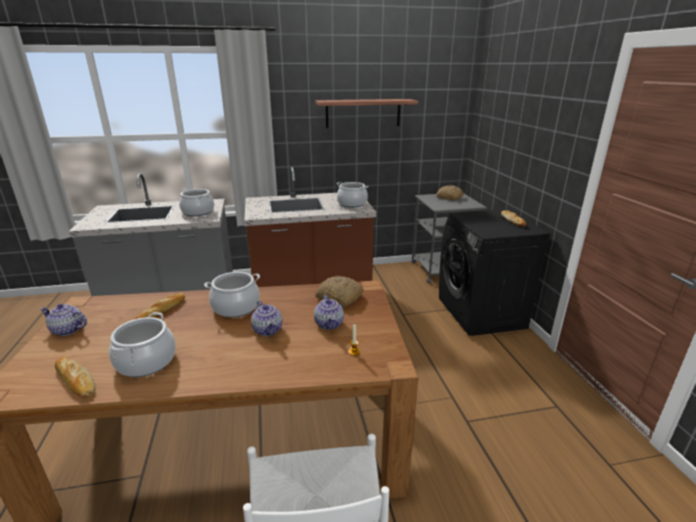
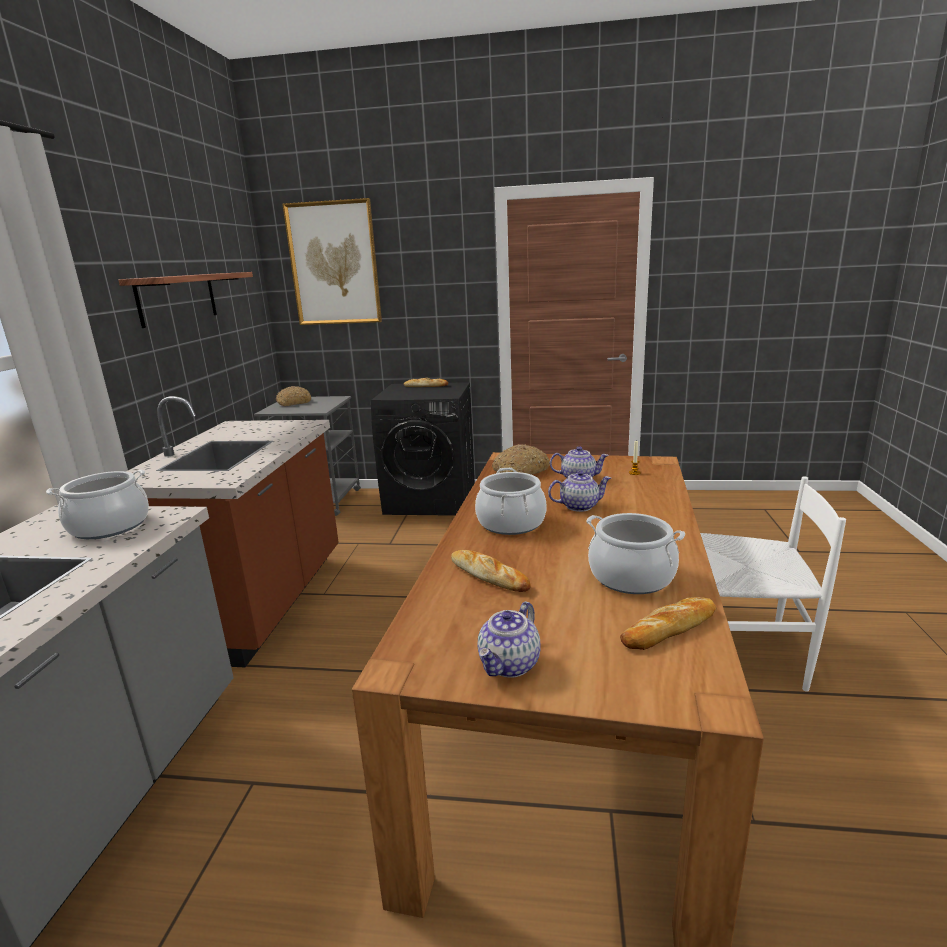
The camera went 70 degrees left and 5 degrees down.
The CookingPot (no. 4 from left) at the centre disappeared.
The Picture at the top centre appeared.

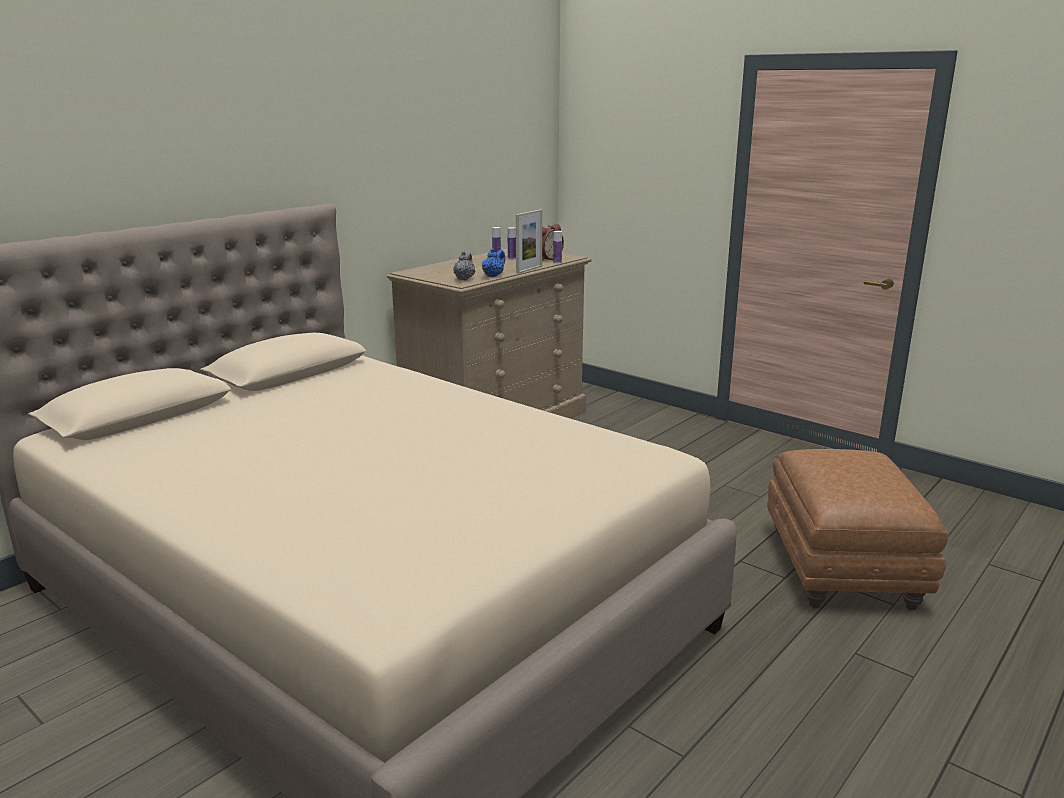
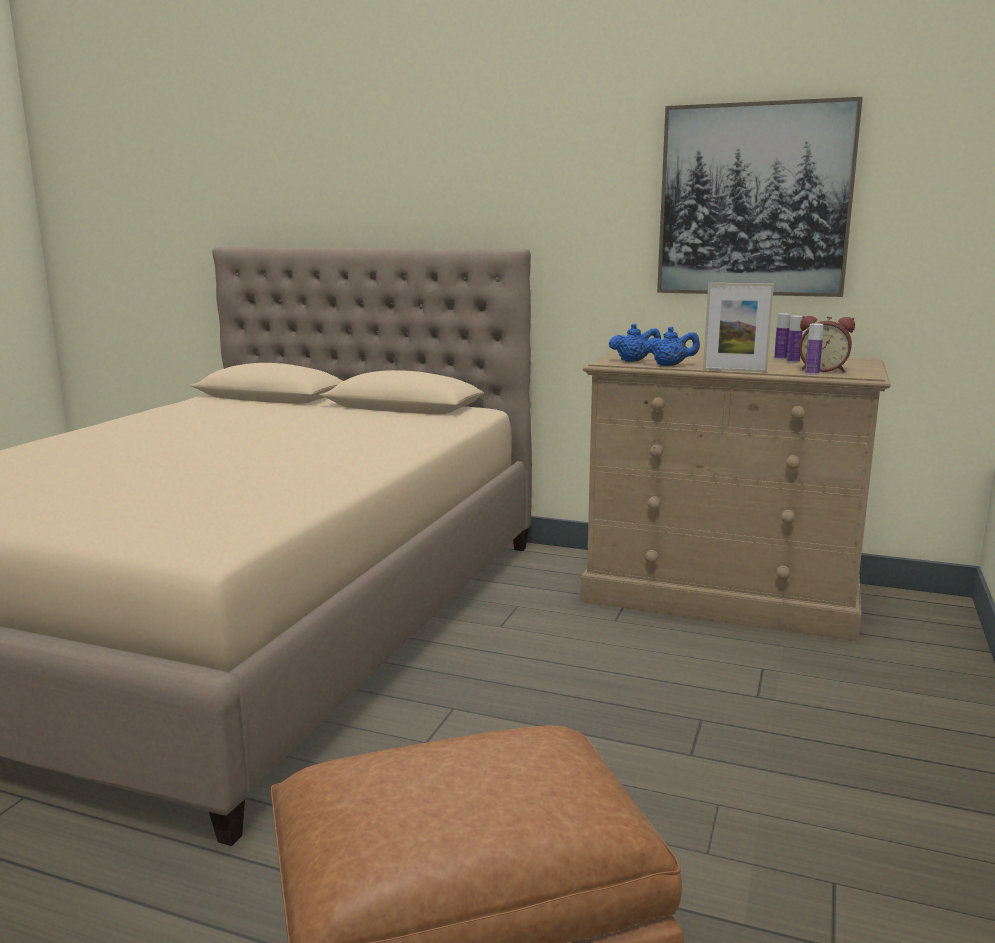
The camera went 70 degrees right and 5 degrees down.
The GrayPotForTea at the top centre became the BluishPotForTea (no. 1 from left) at the centre.
The Picture at the top right appeared.

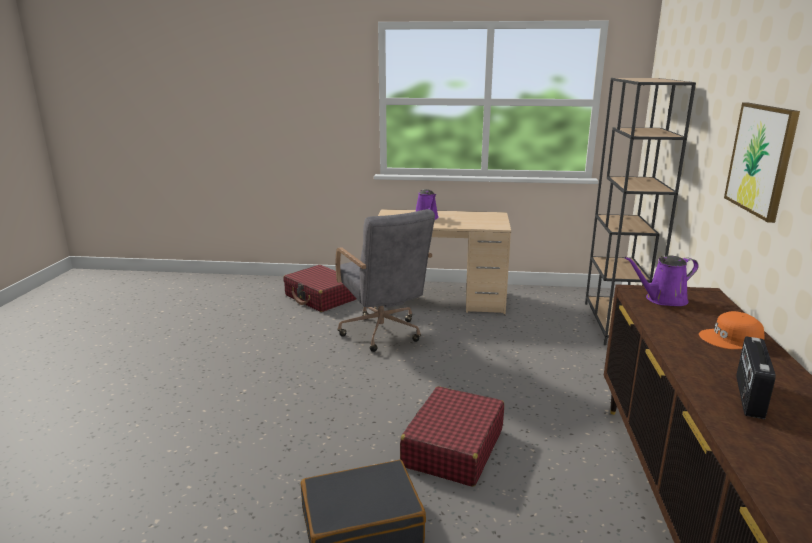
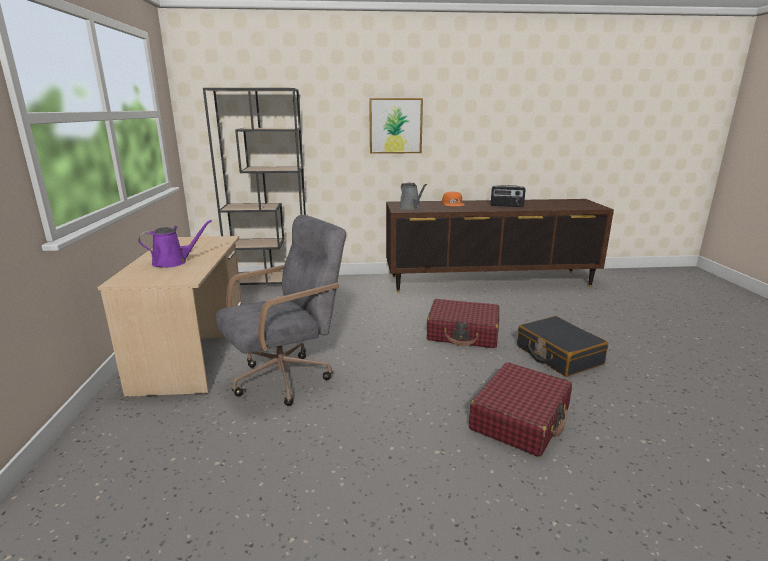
The camera went 100 degrees left and 0 degrees up.
The PurpleWateringCan (no. 2 from left) at the middle right became the GrayWateringCan at the centre.
The RedColouredTravelCase (no. 1 from left in the first image) moved from the centre to the bottom right.

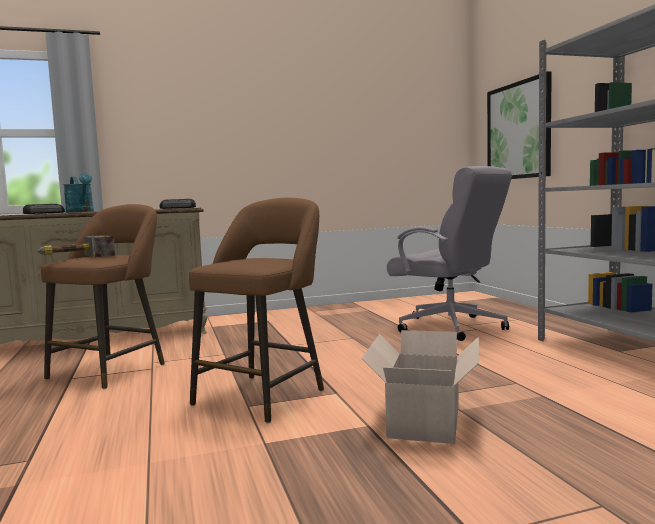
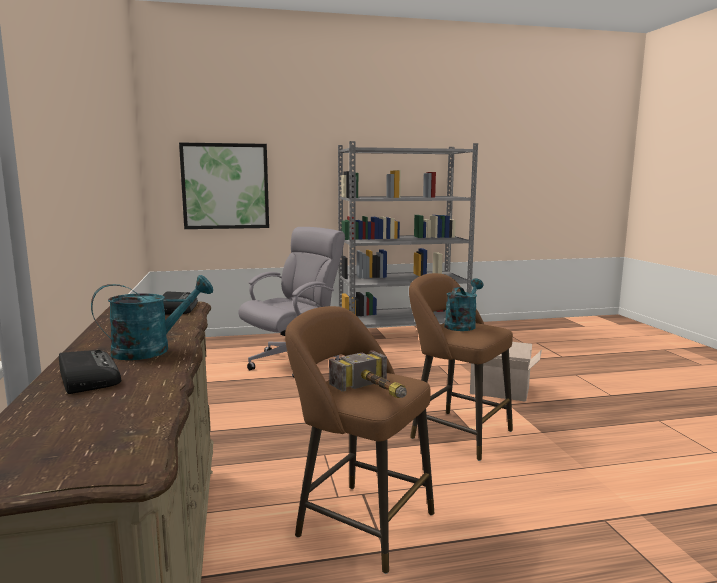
The camera went 85 degrees left and 5 degrees up.
The TurquoiseWateringCan (no. 2 from left) at the centre appeared.

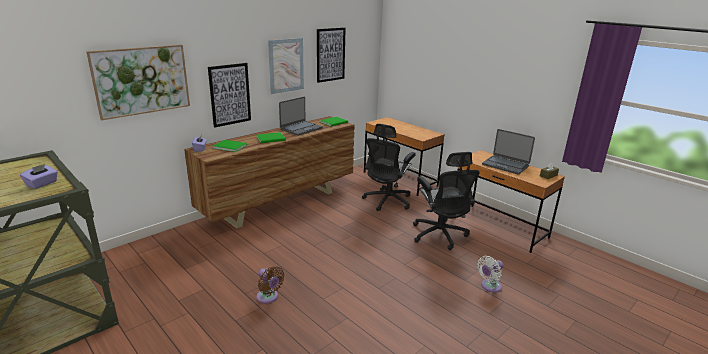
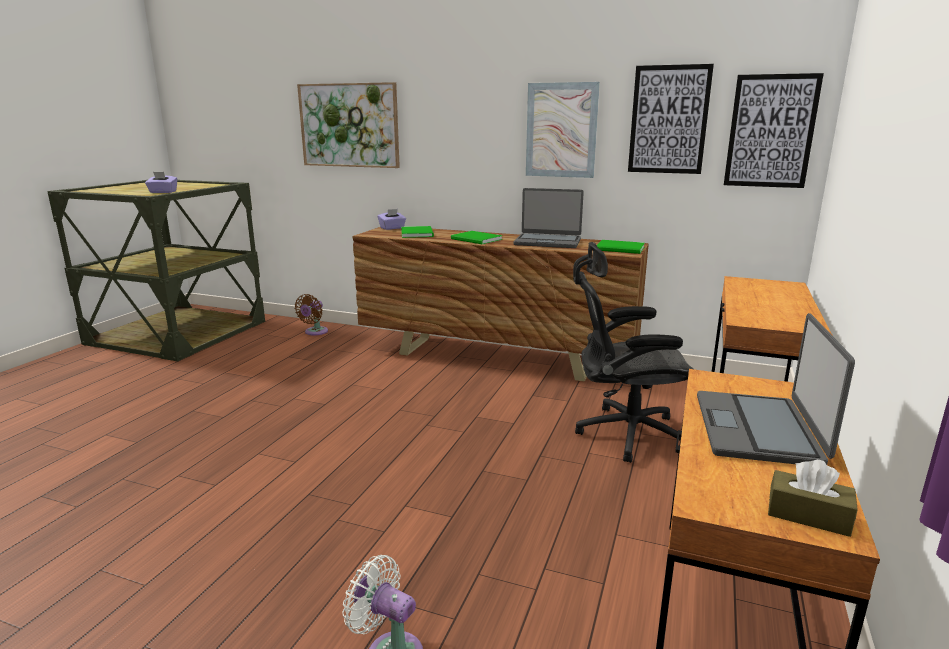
The camera went 65 degrees right and 5 degrees down.
The Picture (no. 2 from left in the first image) moved from the top left to the top right.
The DeskChair (no. 2 from left) at the centre disappeared.
The BrownishElectricFan moved from the bottom centre to the middle left.

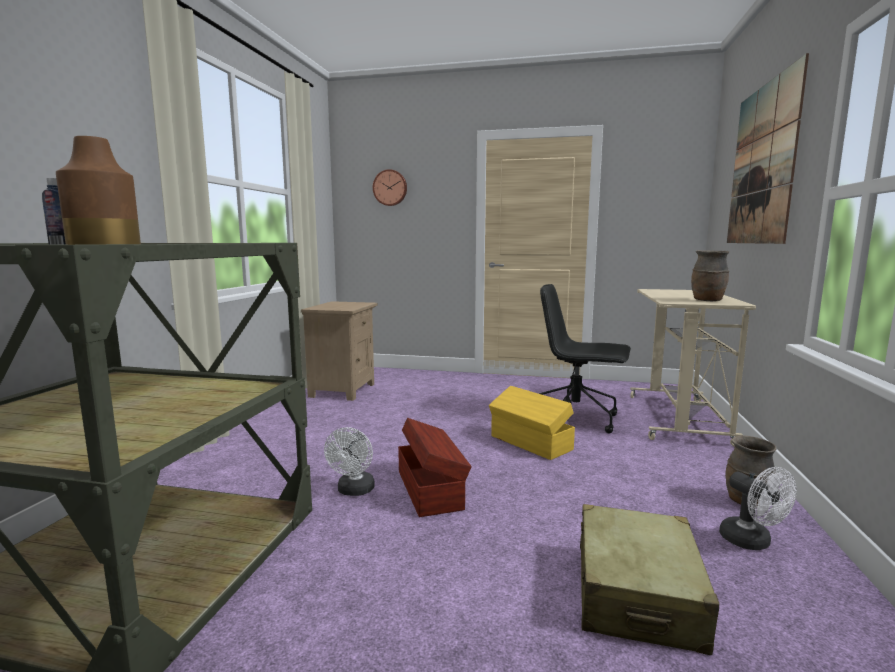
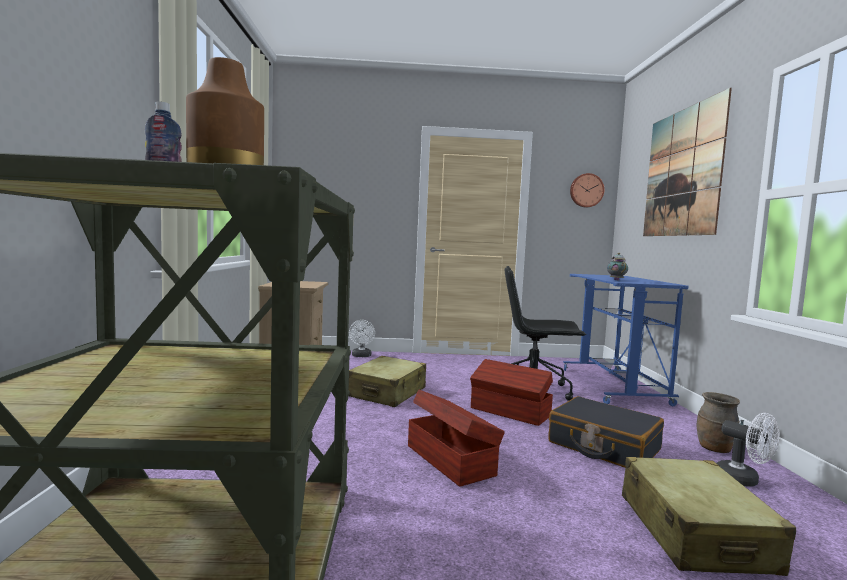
The camera went 15 degrees left and 5 degrees down.
The WallClock moved from the top centre to the top right.
The BrownishVase (no. 2 from left) at the middle right disappeared.
The BeigeDeskUnit at the middle right became the BluishDeskUnit at the middle right.
The YellowColouredStorageBin at the centre became the BrownishStorageBin (no. 2 from left) at the bottom centre.
The WhitishElectricFan (no. 1 from left) moved from the bottom centre to the centre.
The PotForTea at the middle right appeared.
The BeigeTravelCase (no. 1 from left) at the centre appeared.
The BlackTravelCase at the bottom right appeared.

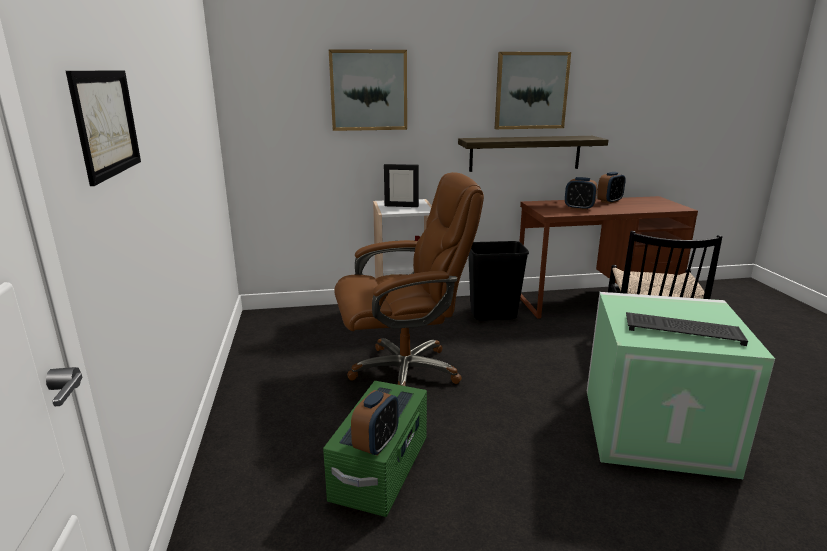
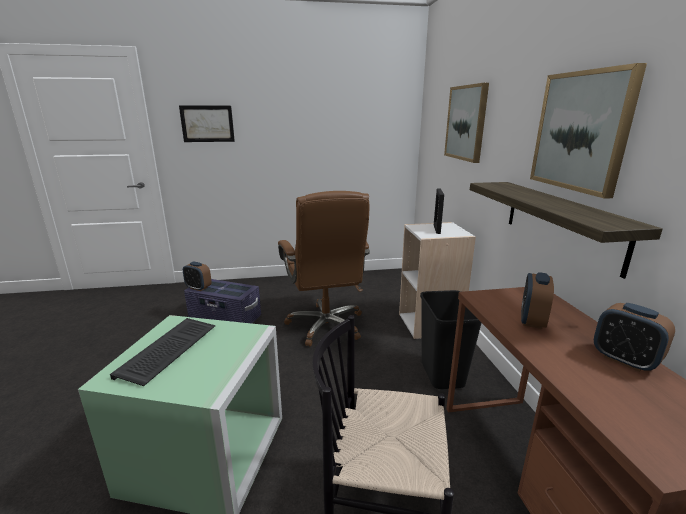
The camera went 90 degrees right and 0 degrees up.
The GreenishStorageBin (no. 1 from left) at the bottom centre became the PurpleStorageBin at the middle left.

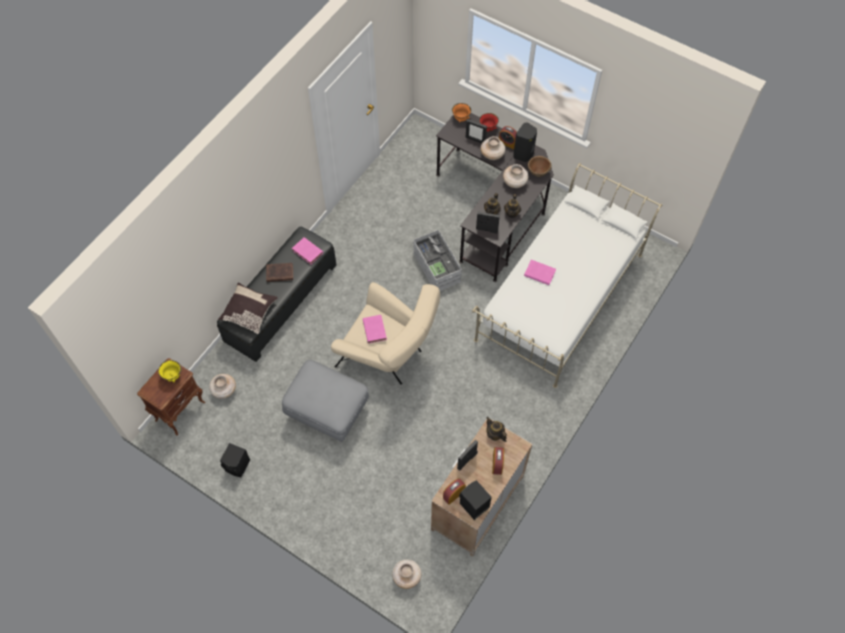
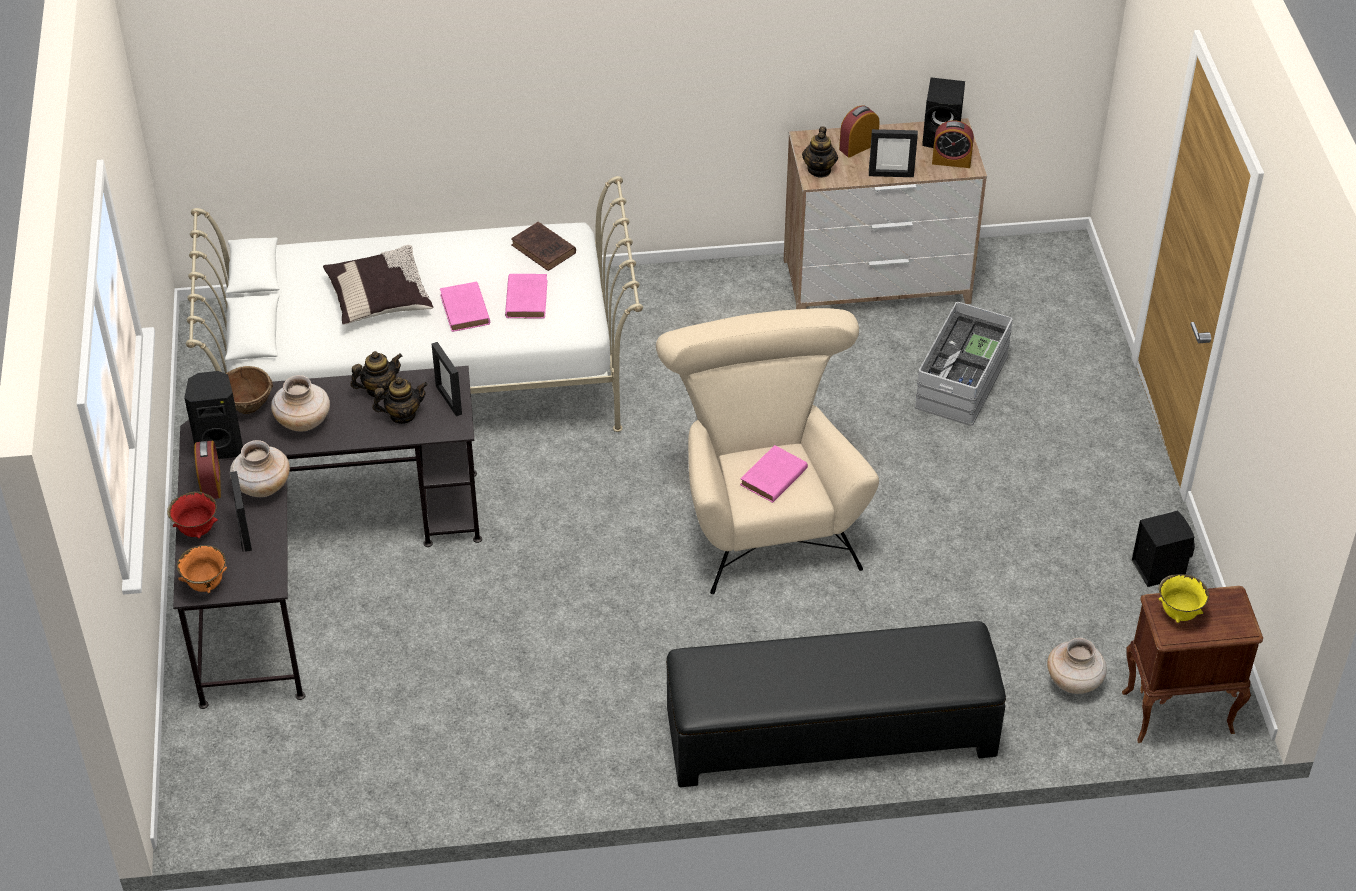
The camera went 130 degrees left and 15 degrees down.
The GrayStorageBin moved from the centre to the middle right.
The PinkColouredBook (no. 1 from left in the first image) moved from the centre to the top centre.
The BrownishBook moved from the middle left to the top centre.
The Cushion moved from the middle left to the top left.
The GrayOttoman at the centre disappeared.
The BeigeVase (no. 2 from left) at the bottom centre disappeared.

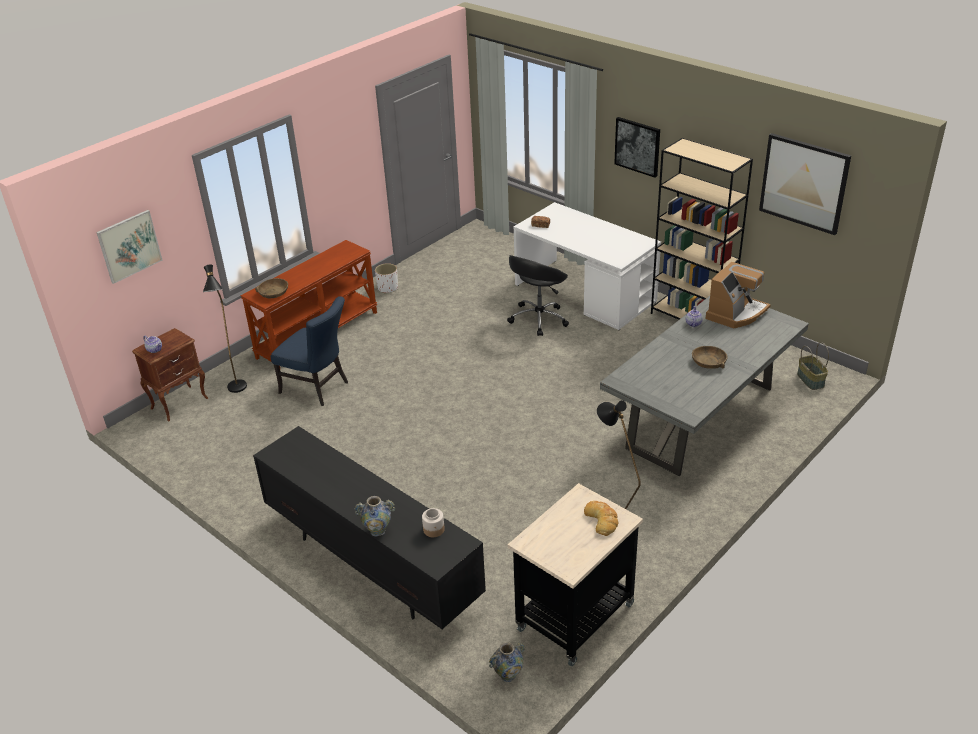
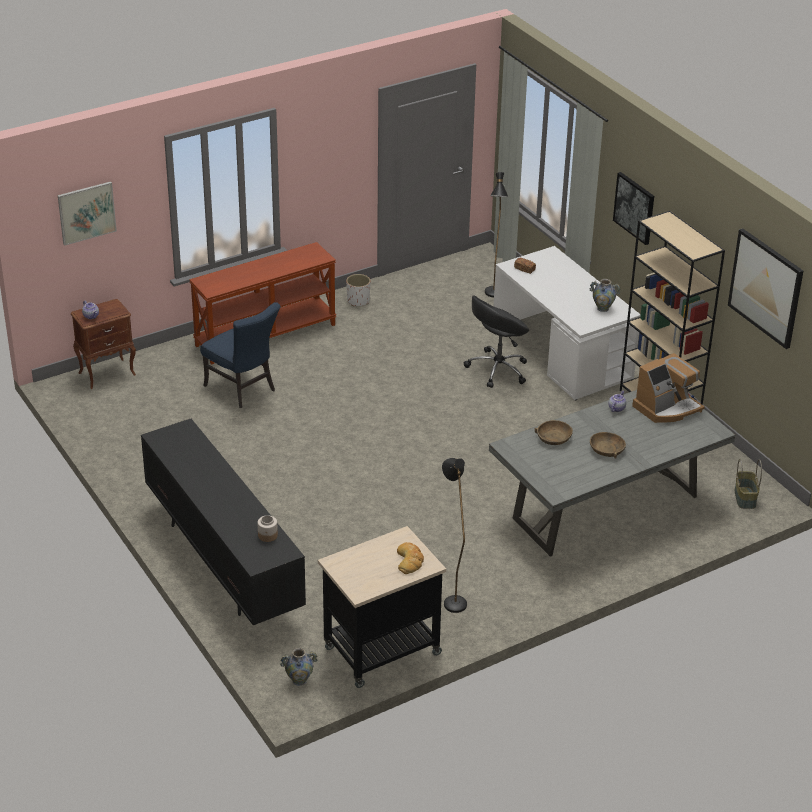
The camera went 15 degrees right and 0 degrees up.
The BlackFloorLamp (no. 1 from left in the first image) moved from the middle left to the top centre.
The BrownishDeepDish (no. 1 from left) moved from the middle left to the middle right.
The Vase (no. 1 from left in the first image) moved from the bottom centre to the middle right.

